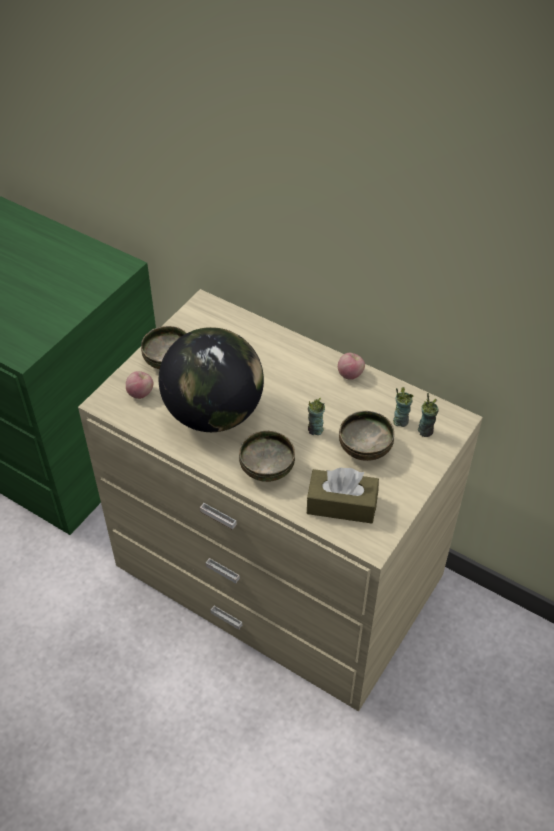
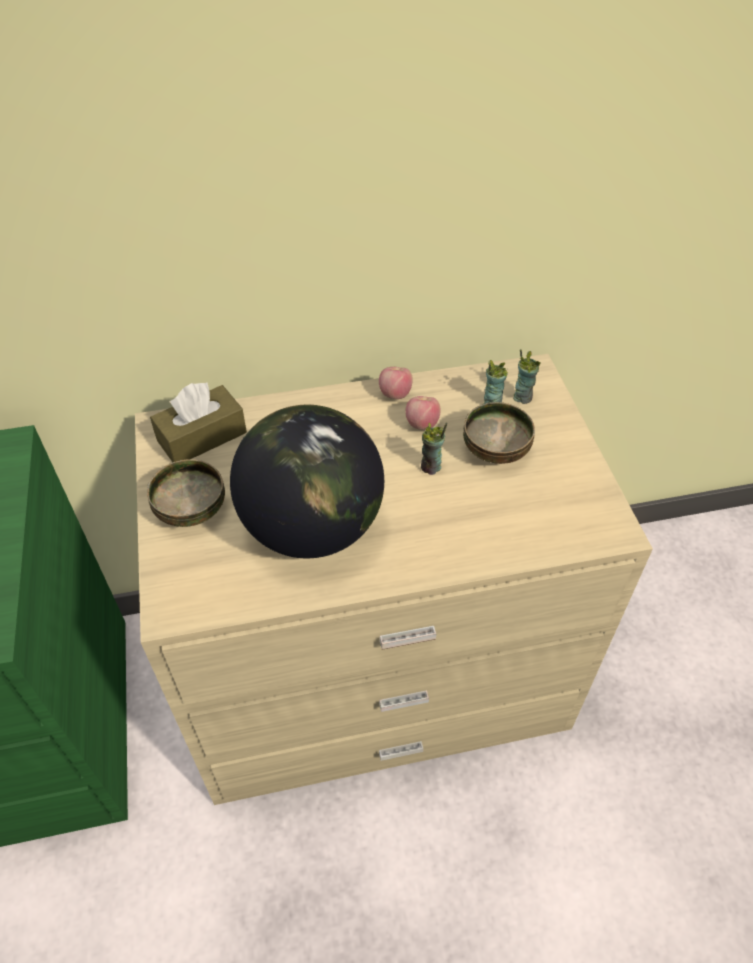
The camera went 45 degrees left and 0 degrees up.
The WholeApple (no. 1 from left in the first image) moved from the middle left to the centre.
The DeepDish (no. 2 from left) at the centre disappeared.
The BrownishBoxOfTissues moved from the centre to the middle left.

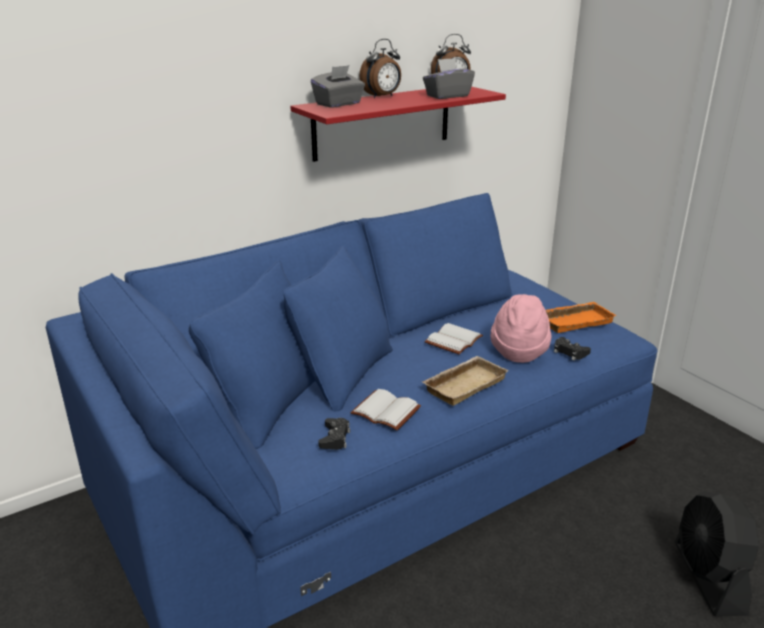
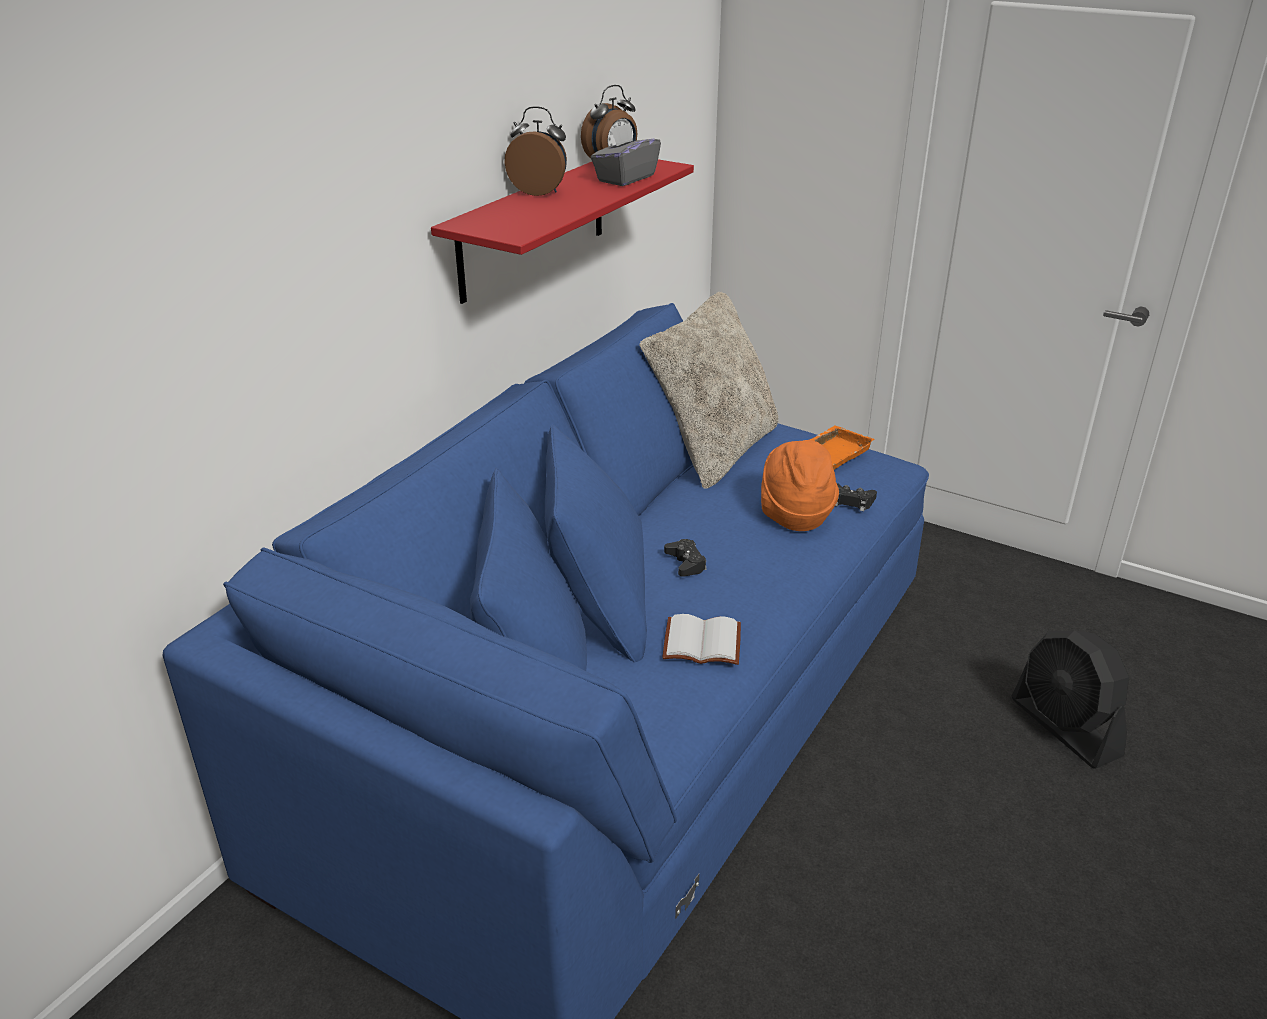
The camera went 25 degrees left and 5 degrees up.
The BedsideClock (no. 1 from left) at the top centre turned 105 degrees counterclockwise.
The GrayBoxOfTissues (no. 1 from left) at the top centre disappeared.
The PinkColouredHat at the middle right became the OrangeyHat at the centre.
The WhitishBook (no. 2 from left) at the centre disappeared.
The BeigeCarryingTray at the centre disappeared.
The BlackJoypad (no. 1 from left) moved from the bottom centre to the centre.
The BeigeCushion at the centre appeared.

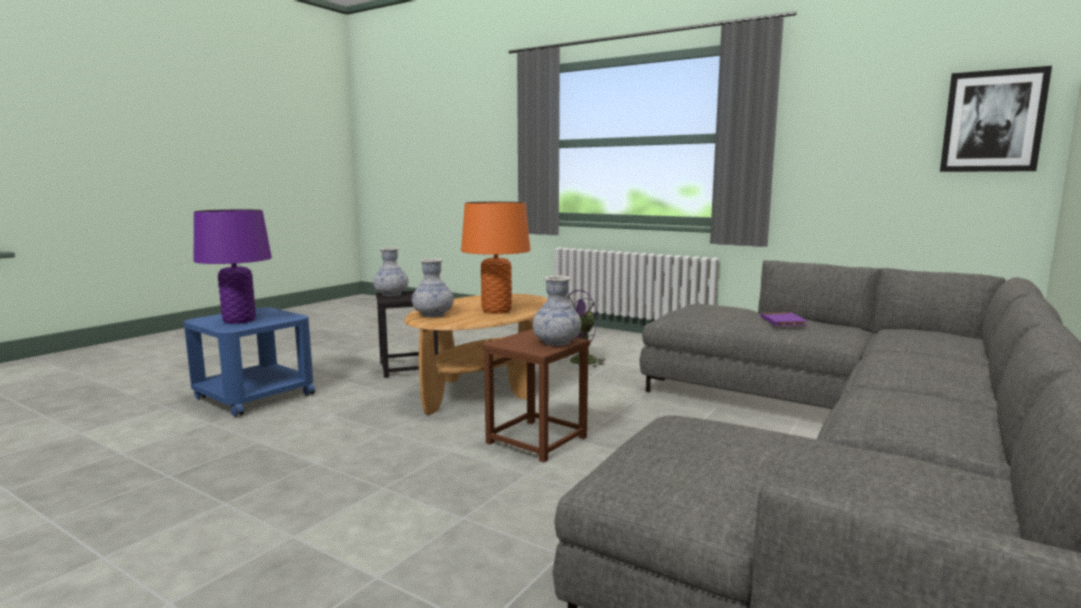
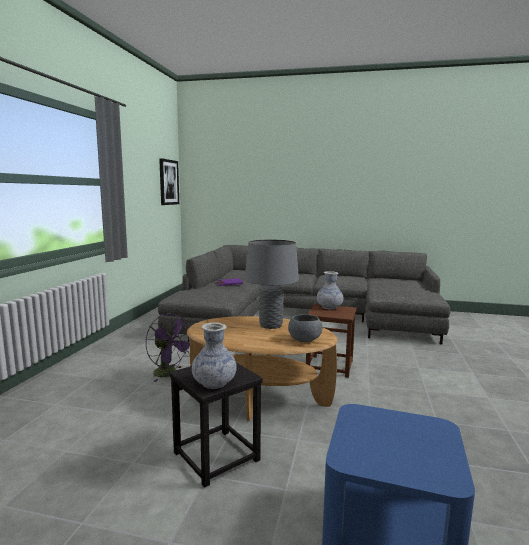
The camera went 110 degrees left and 0 degrees up.
The OrangeyLampForATable at the centre became the GrayLampForATable at the centre.
The PurpleLampForATable at the middle left disappeared.
The Vase (no. 2 from left) at the centre was replaced by the GrayDeepDish at the centre.

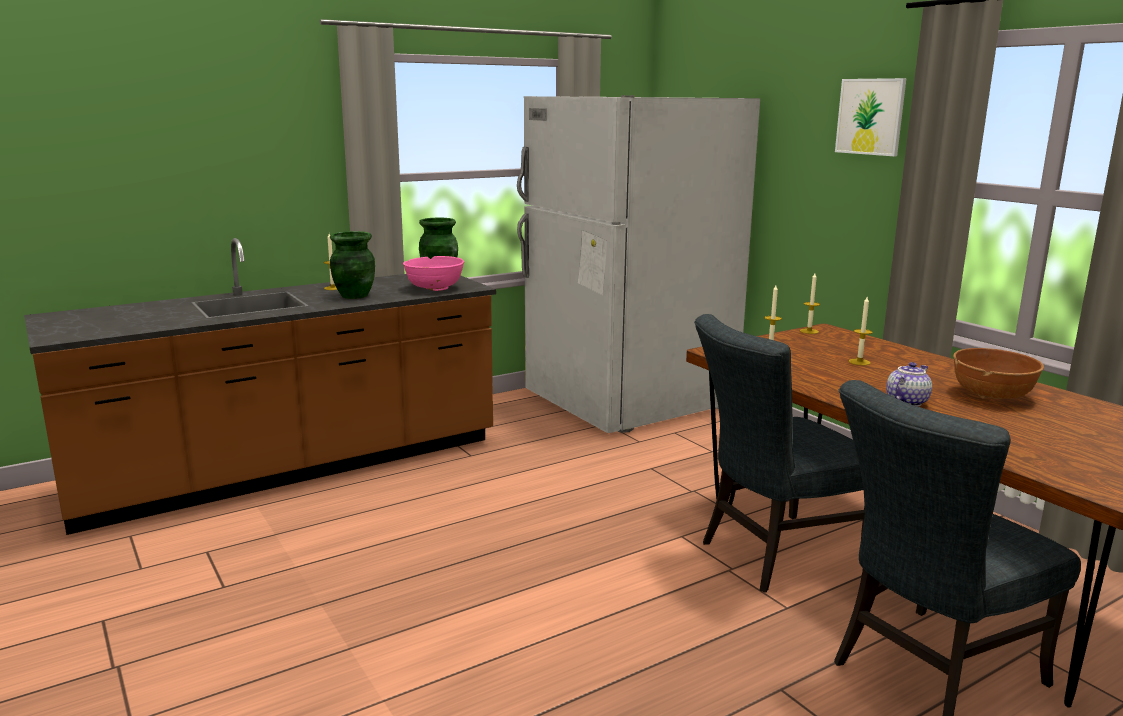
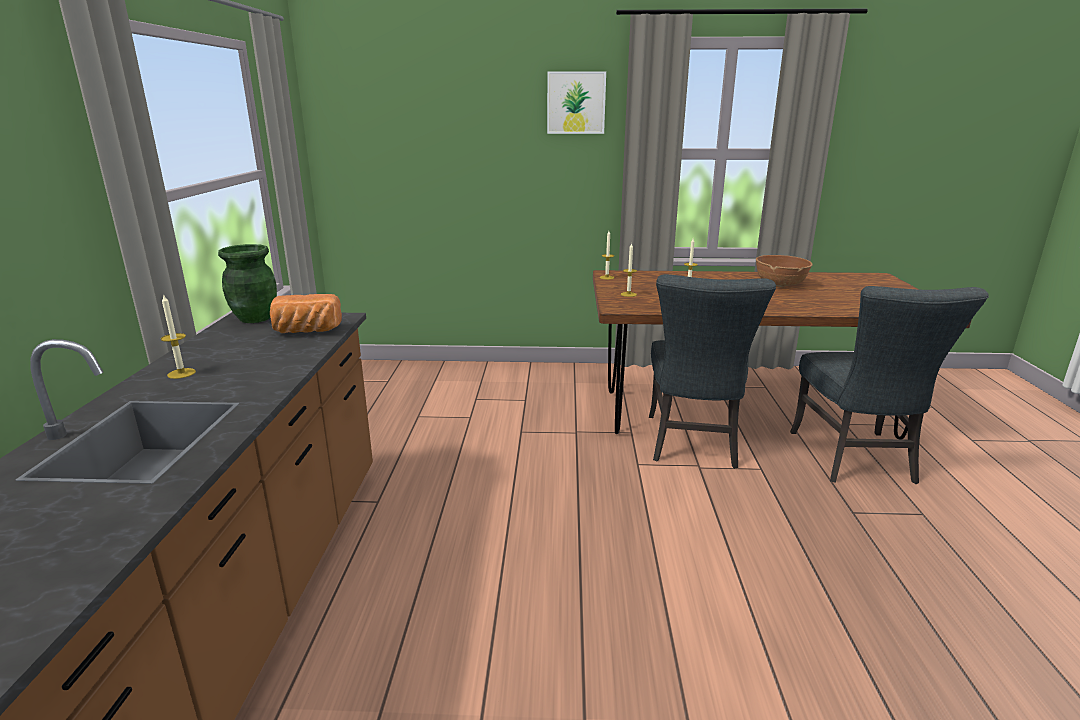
The camera went 55 degrees left and 5 degrees up.
The WhitishFridge at the centre disappeared.
The GreenishVase (no. 1 from left) at the middle left disappeared.
The PinkColouredDeepDish at the centre was replaced by the BakedBread at the middle left.
The PotForTea at the middle right disappeared.

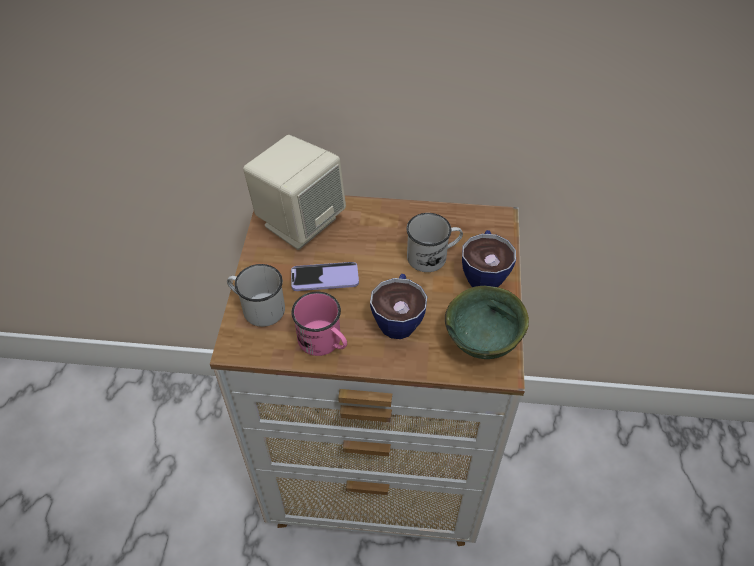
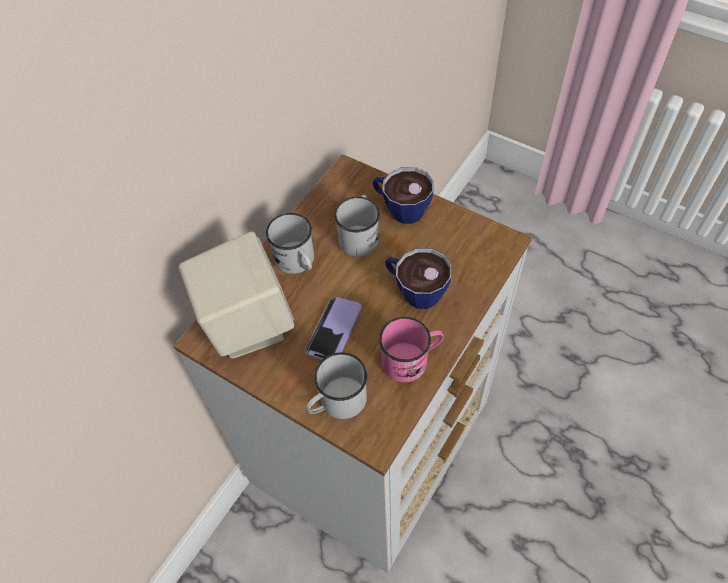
The camera went 60 degrees left and 5 degrees up.
The GreenishDeepDish at the centre disappeared.
The WhitishCoffeeMug (no. 1 from left) at the centre appeared.

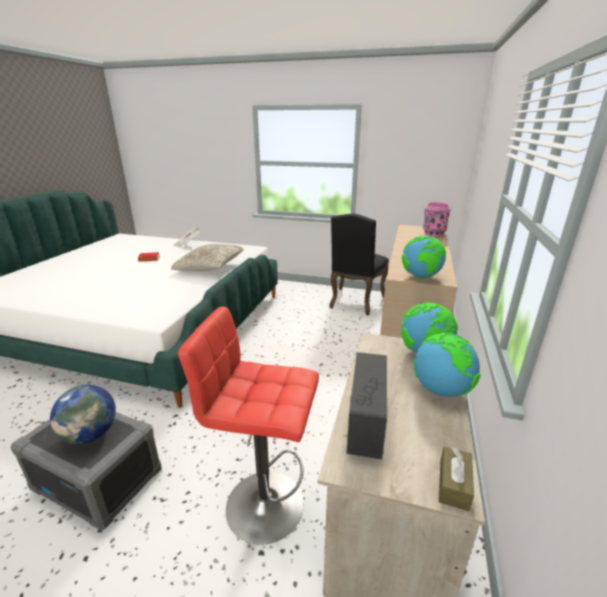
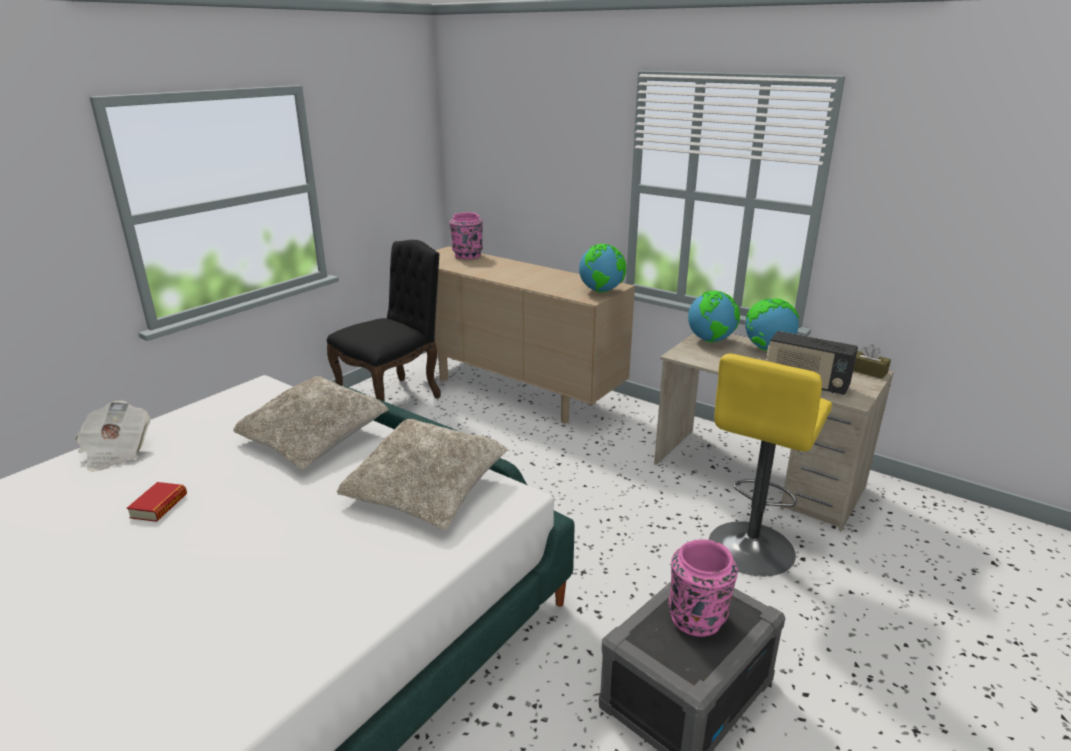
The camera went 70 degrees left and 0 degrees up.
The BlackUprightChair at the centre turned 90 degrees counterclockwise.
The RedColouredStoolSeat at the bottom centre became the YellowColouredStoolSeat at the middle right.
The DeskGlobe (no. 1 from left) at the bottom left was replaced by the PinkColouredVase (no. 2 from left) at the bottom centre.
The BeigeCushion (no. 2 from left) at the centre appeared.

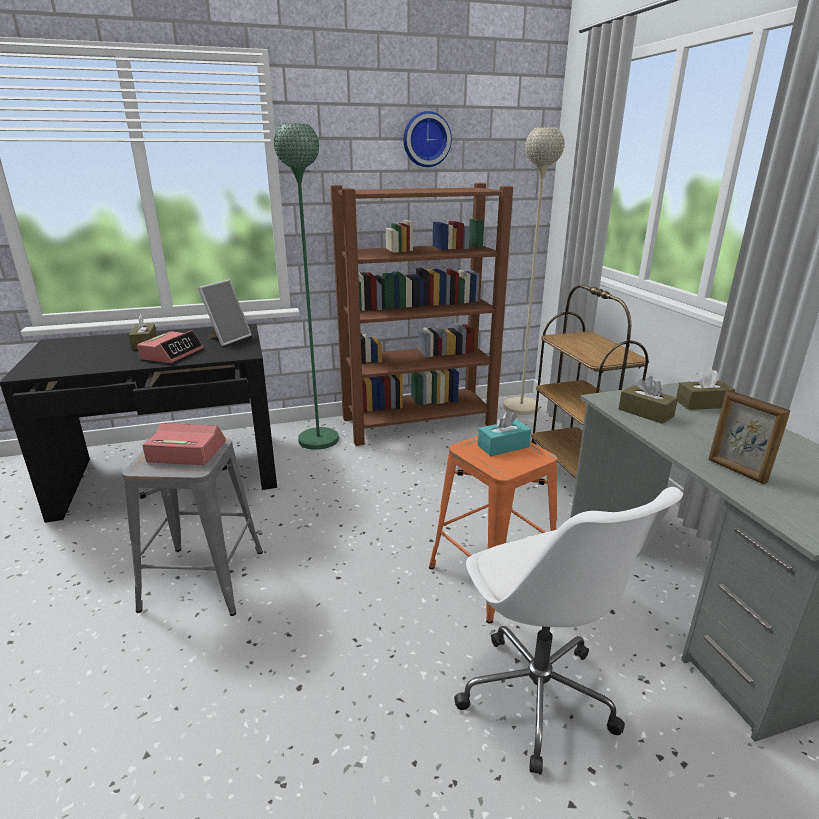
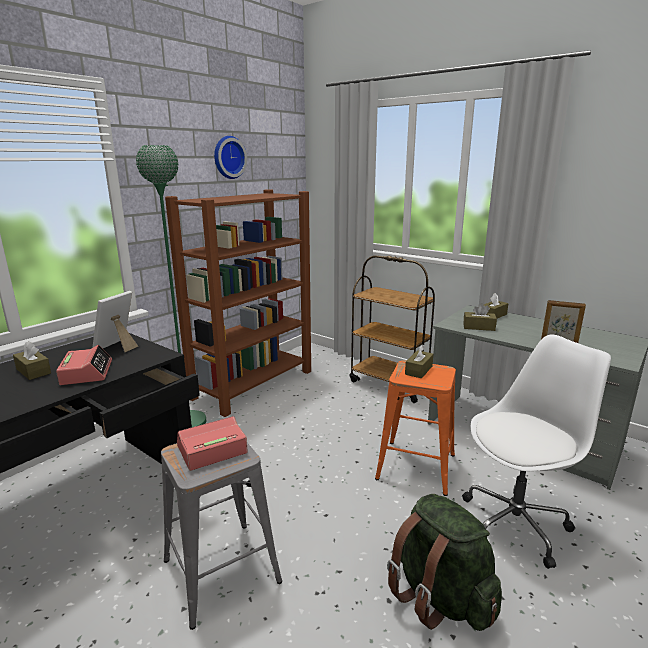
The camera went 35 degrees left and 5 degrees down.
The BeigeFloorLamp at the top centre disappeared.
The PictureFrame (no. 1 from left) at the middle left turned 150 degrees counterclockwise.
The TurquoiseBoxOfTissues at the centre became the BrownishBoxOfTissues (no. 2 from left) at the centre.
The WhitishDeskChair at the bottom right turned 60 degrees counterclockwise.
The GreenishRucksack at the bottom right appeared.

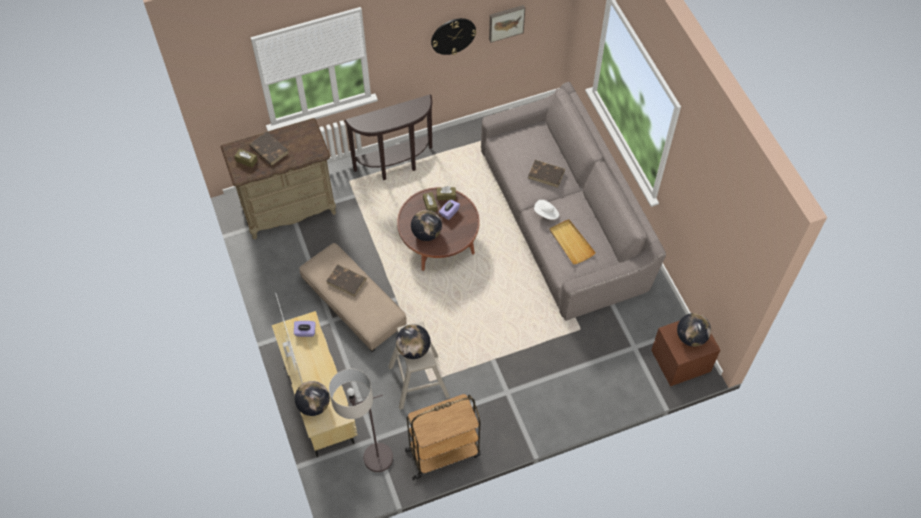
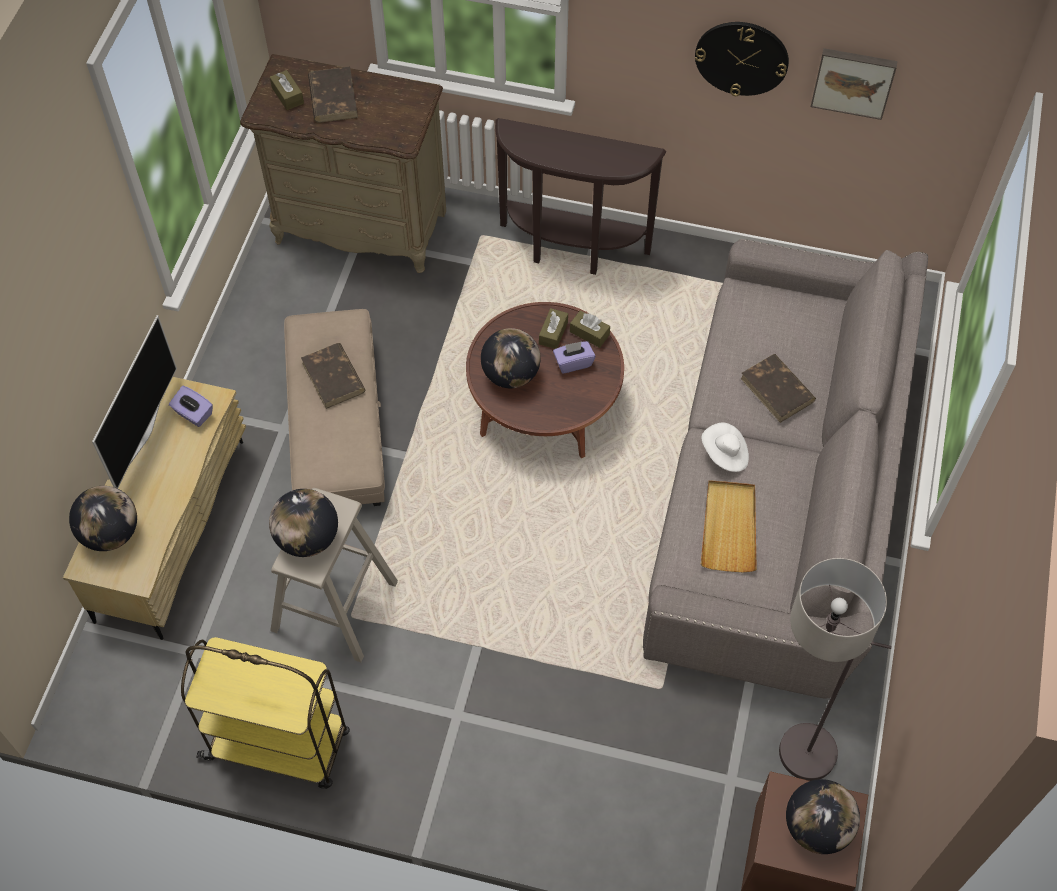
The camera went 35 degrees right and 0 degrees up.
The GrayFloorLamp moved from the bottom centre to the bottom right.
The BrownishTrolley at the bottom centre became the YellowColouredTrolley at the bottom left.

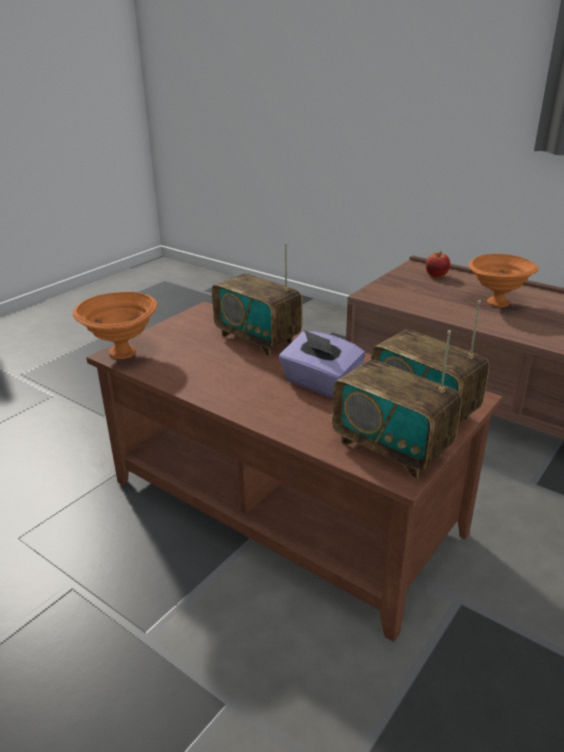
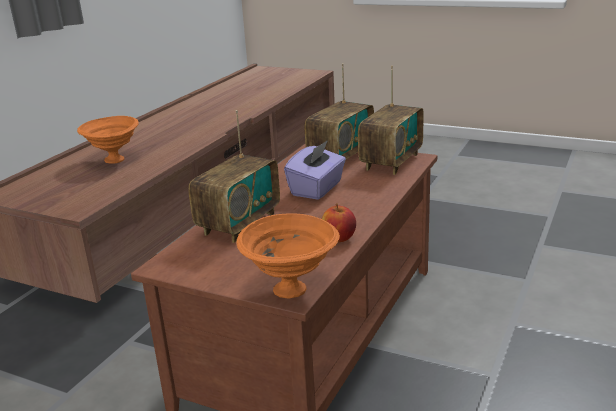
The camera went 100 degrees left and 5 degrees down.
The WholeApple moved from the middle right to the centre.

